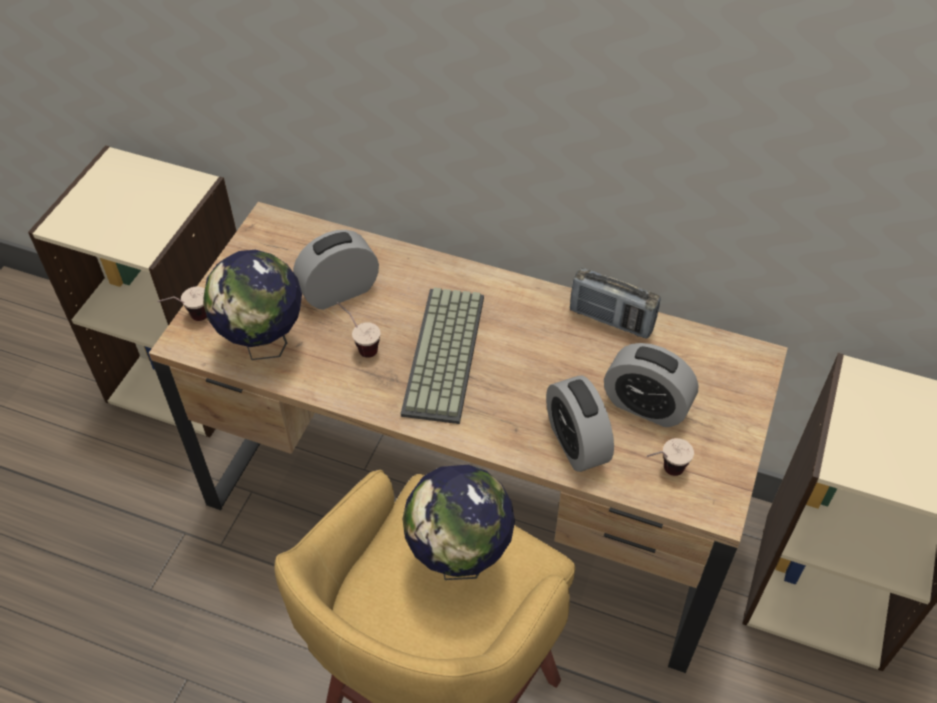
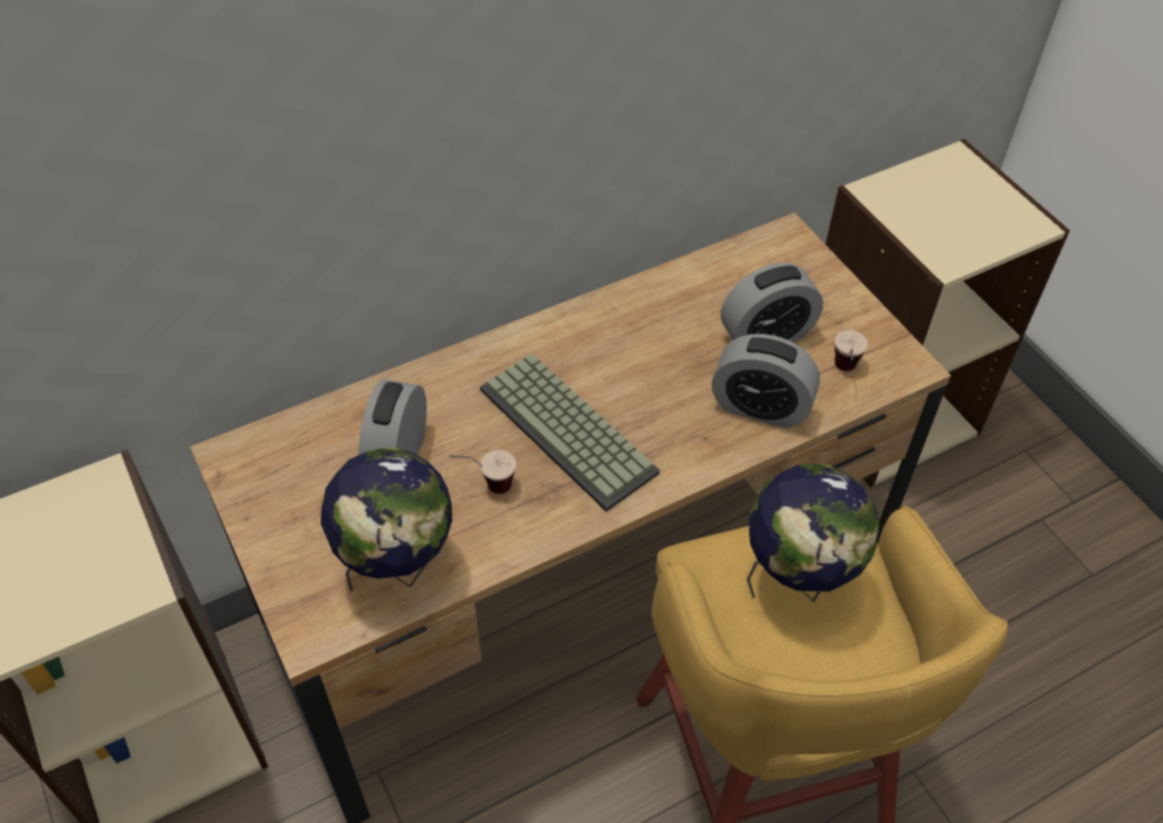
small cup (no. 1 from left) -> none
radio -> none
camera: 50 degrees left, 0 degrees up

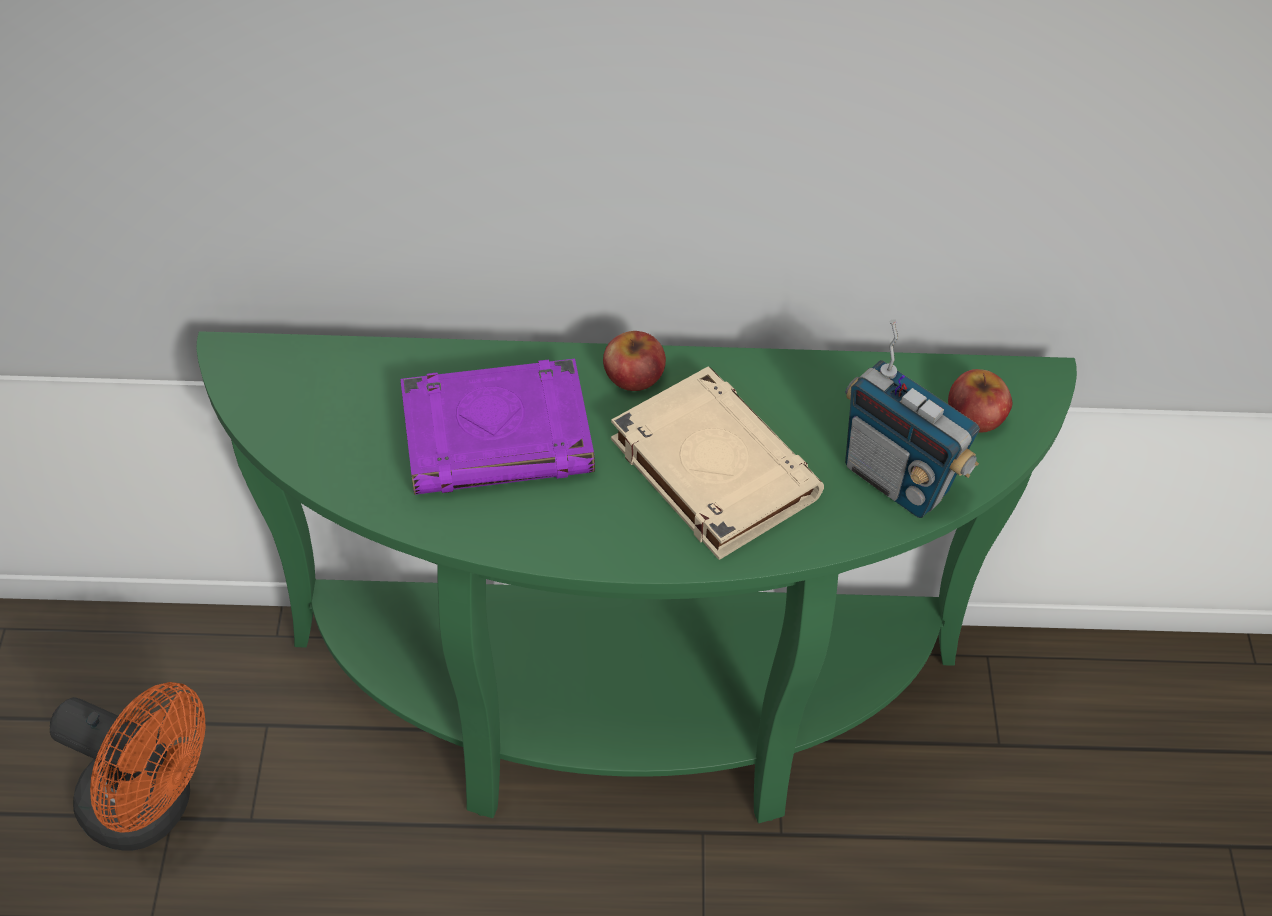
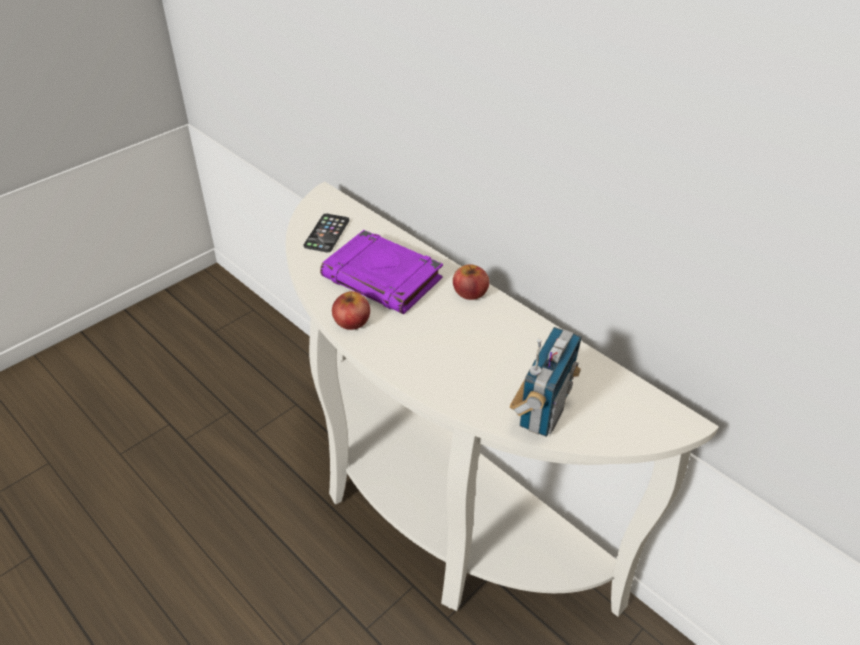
cooling fan (orange) -> none
narrow table (green-coloured) -> narrow table (whitish)
book (beige-coloured) -> none
radio, 150 degrees counterclockwise
whole apple (no. 2 from left in the first image) -> whole apple (no. 1 from left), relocated
none -> telephone
camera: 45 degrees right, 10 degrees down

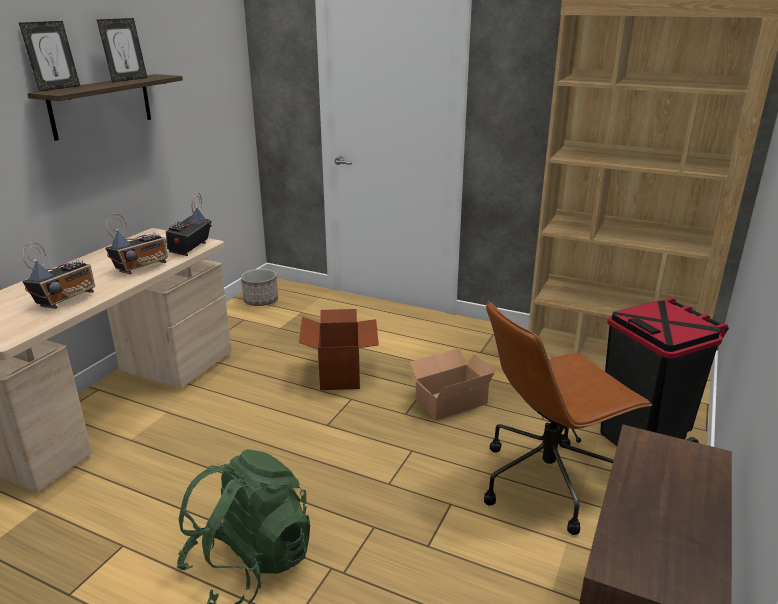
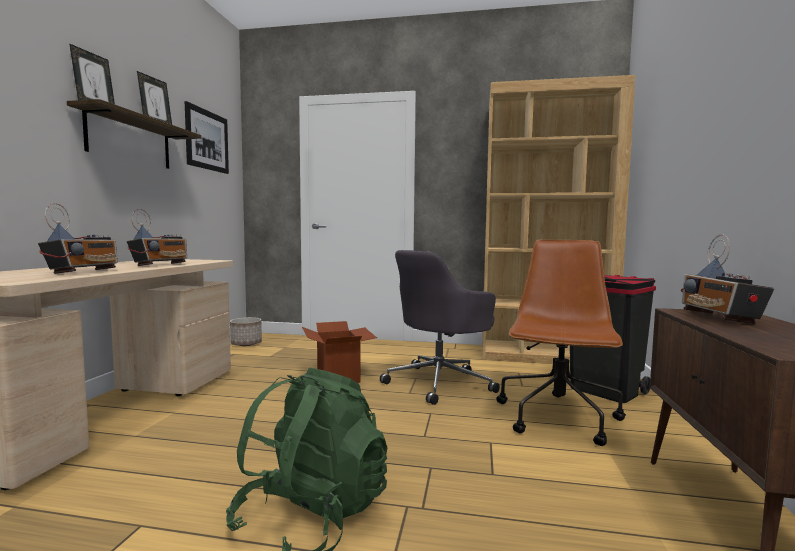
radio (no. 3 from left), relocated
carton (no. 2 from left) -> computer chair (grey)
computer chair (brown), 150 degrees clockwise
none -> wall art
camera: 15 degrees left, 20 degrees down

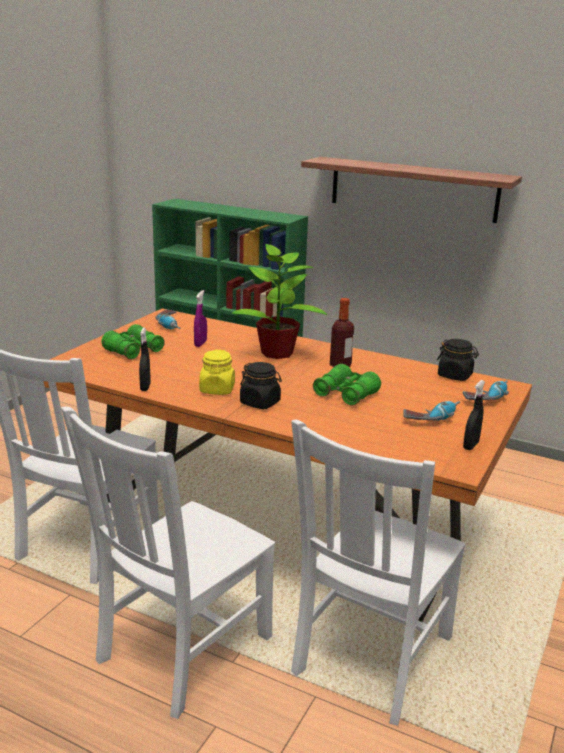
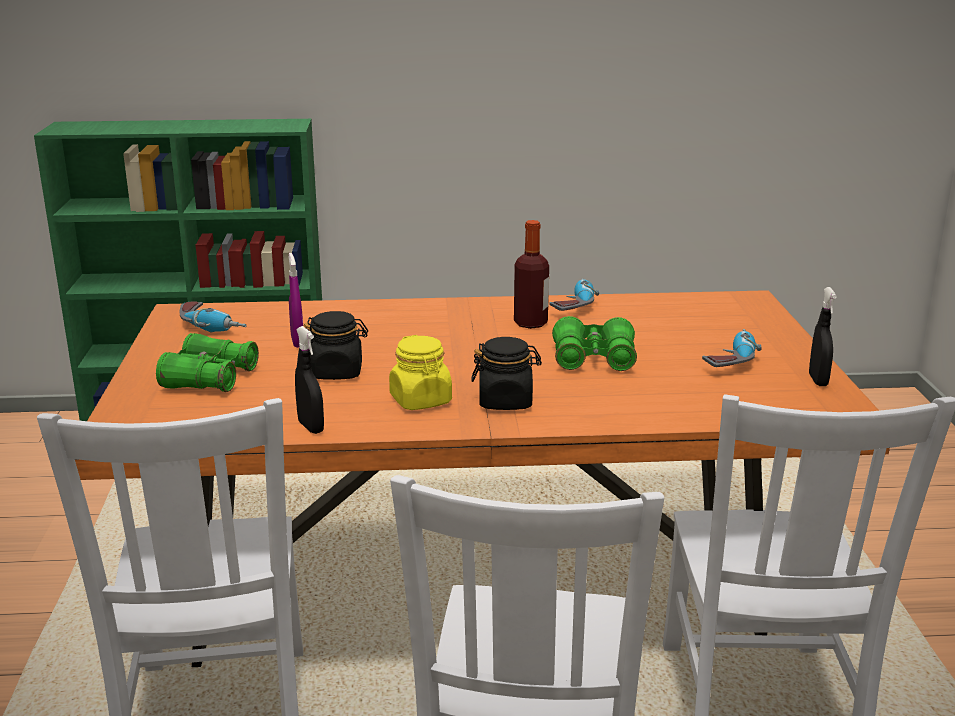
plant in a pot -> none
bracket shelf -> none
jar (black-coloured) (no. 2 from left in the first image) -> jar (black-coloured) (no. 1 from left), relocated
power drill (no. 3 from left in the first image) -> power drill (no. 2 from left), relocated
camera: 30 degrees left, 0 degrees up

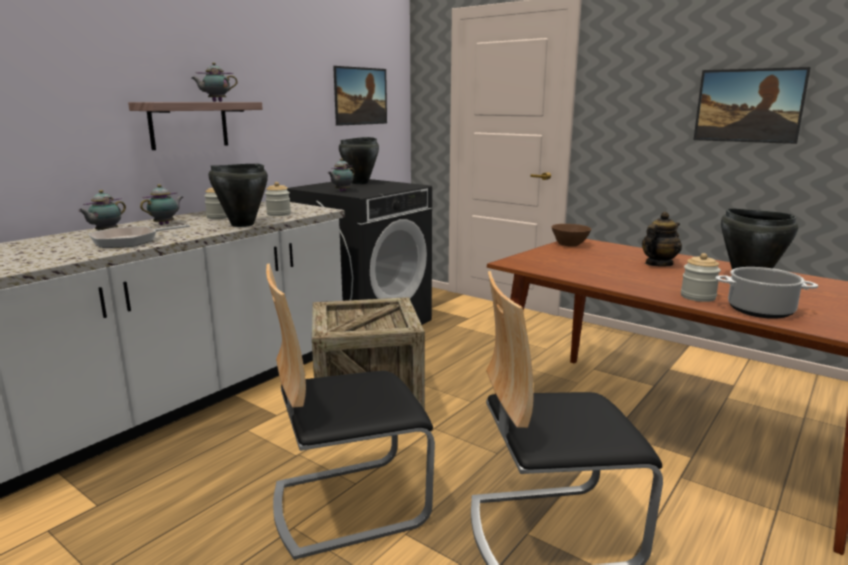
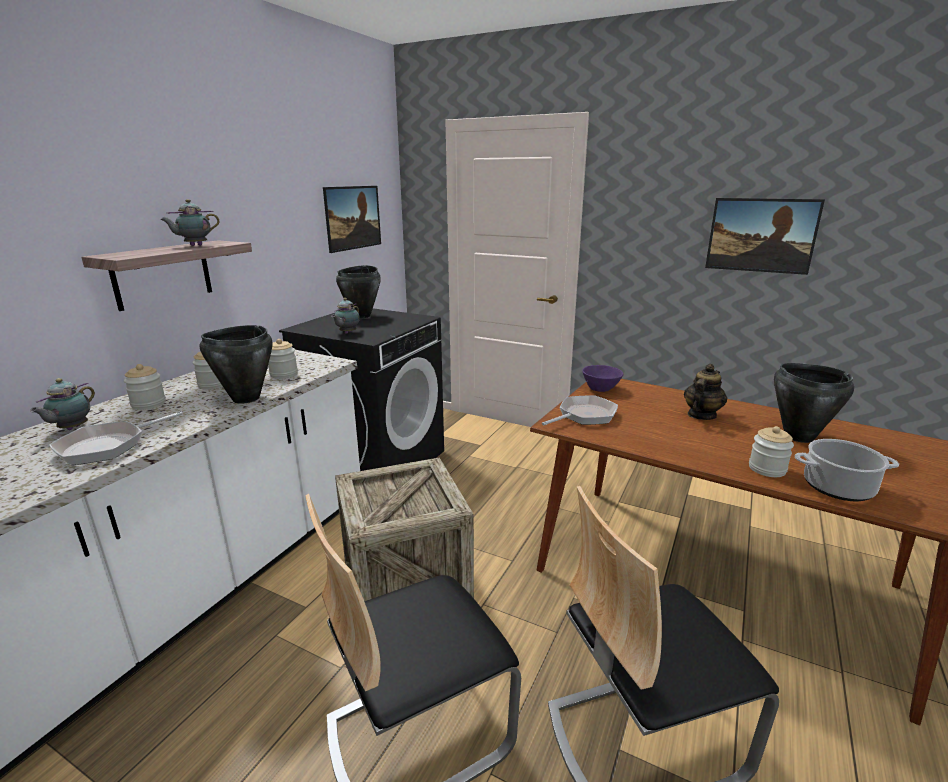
pot for tea (no. 2 from left) -> jar (no. 1 from left)
deep dish (brown) -> deep dish (purple-coloured)
none -> frying pan (no. 2 from left)
camera: 10 degrees left, 5 degrees up

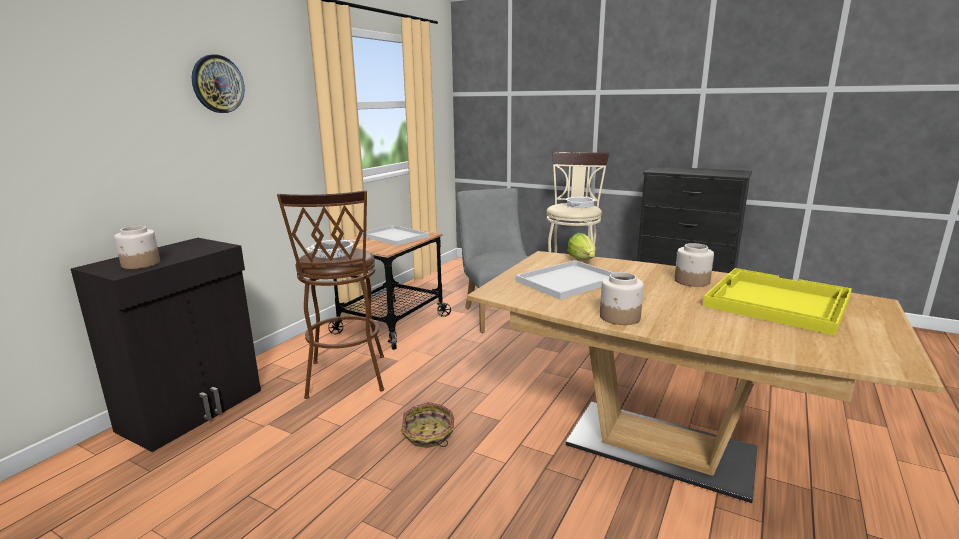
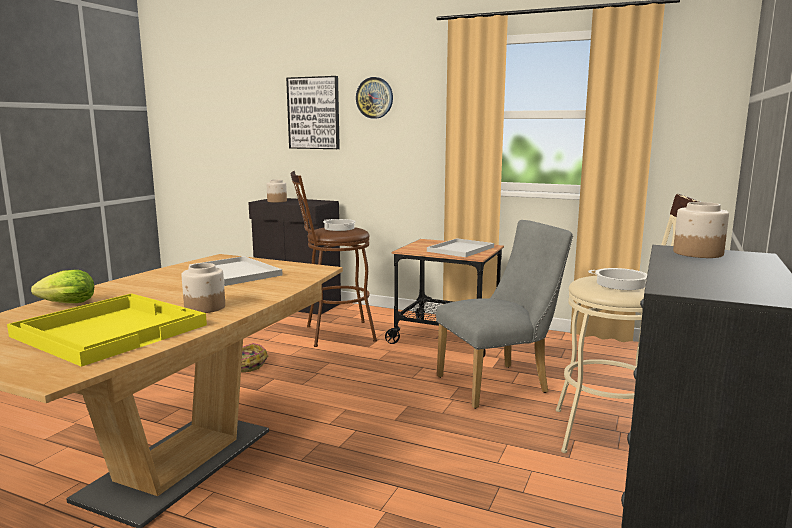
lettuce head, relocated
jar (no. 2 from left in the first image) -> jar (no. 3 from left), relocated
none -> wall art
camera: 85 degrees right, 5 degrees down

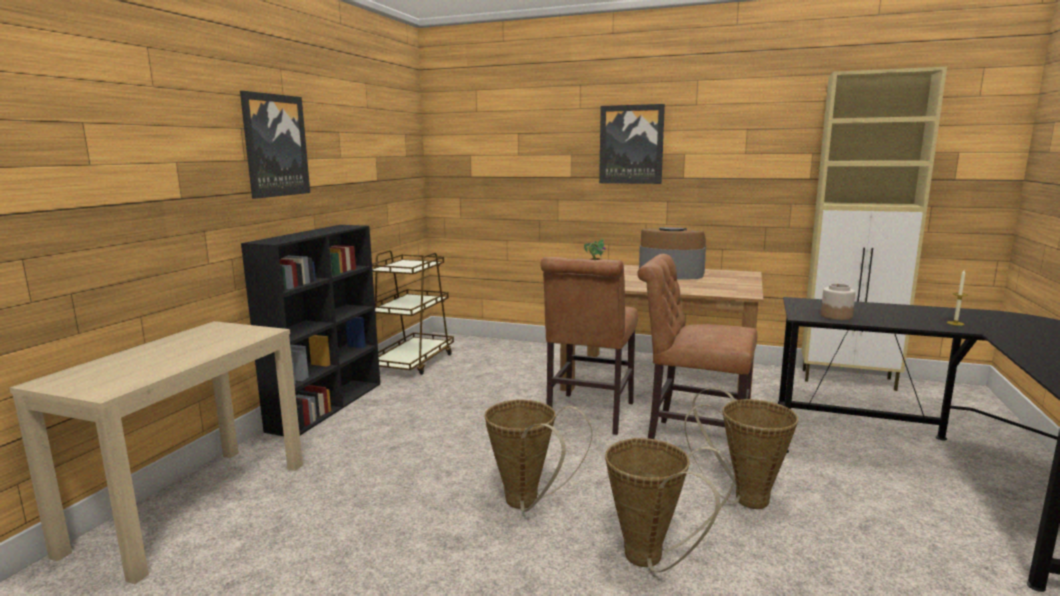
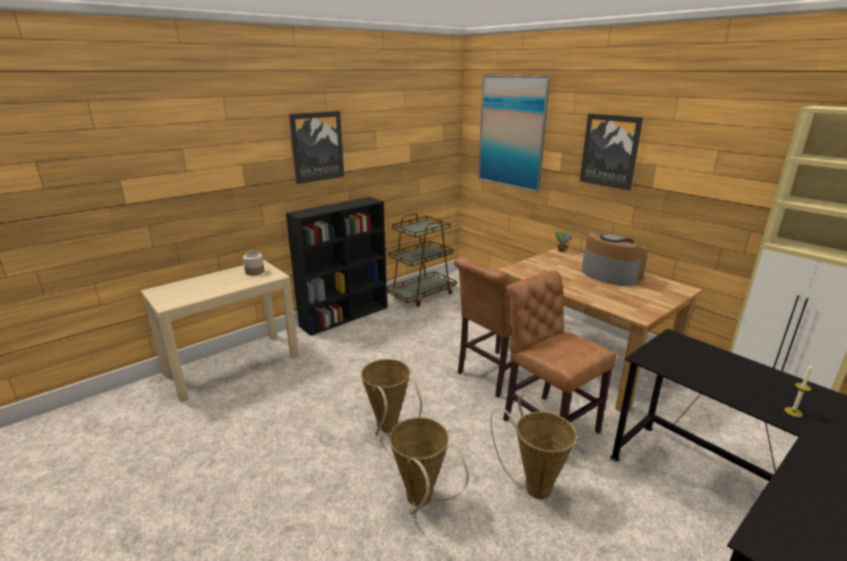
jar, relocated
none -> wall art (no. 2 from left)
camera: 30 degrees right, 10 degrees up

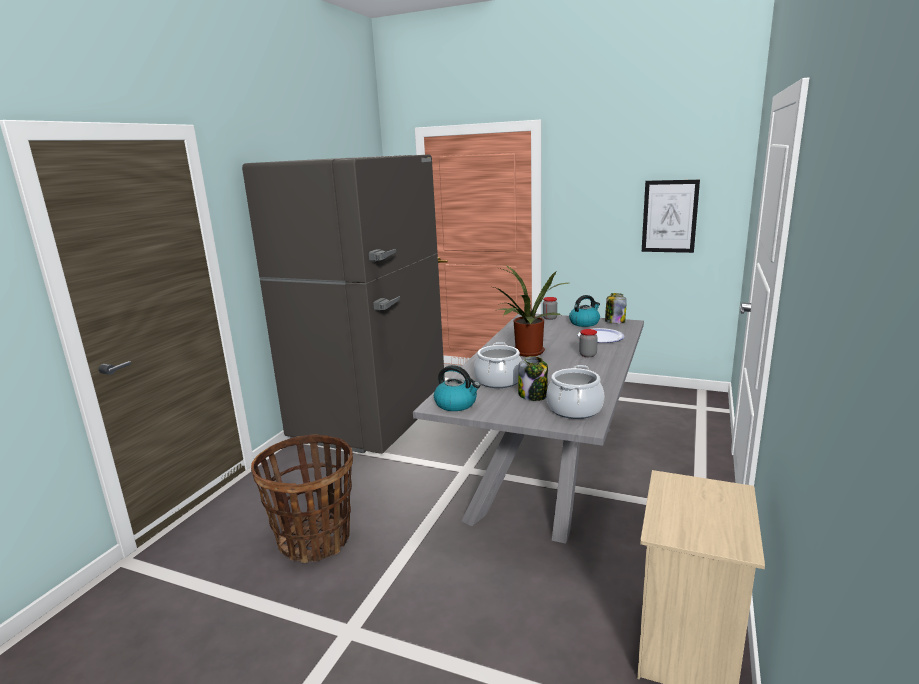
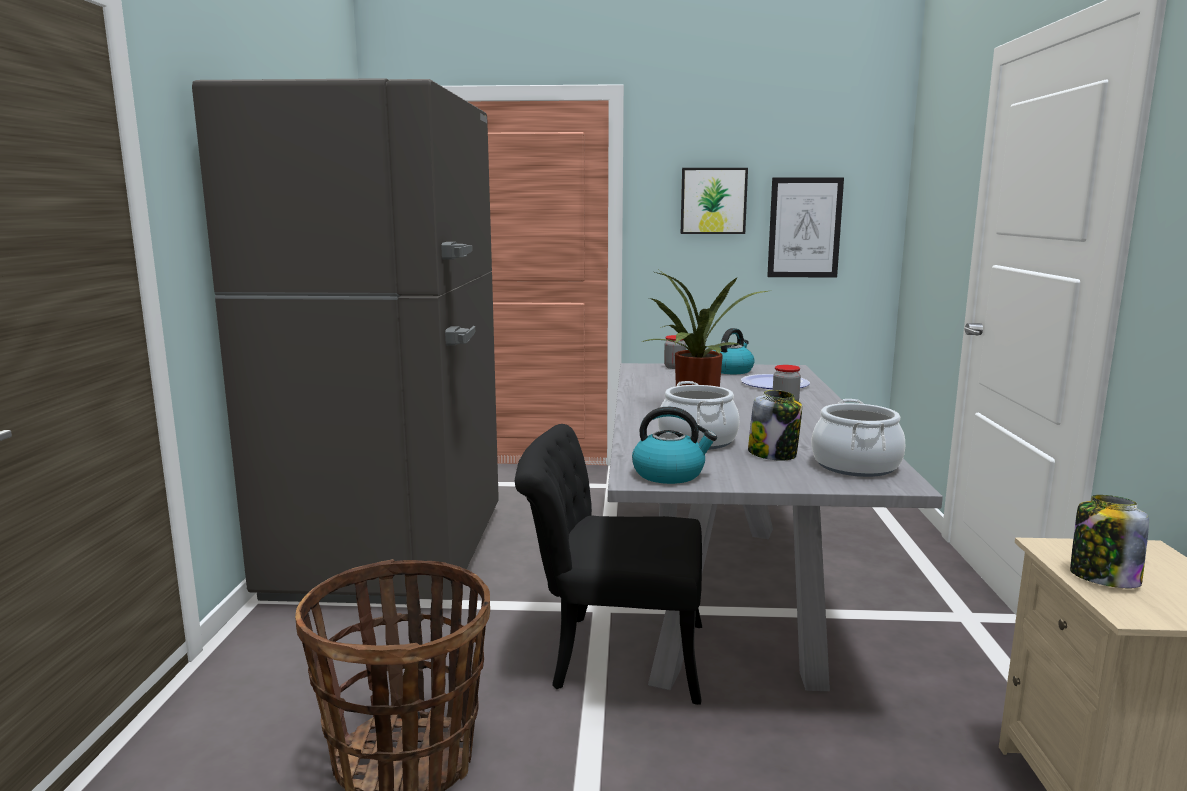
jar (no. 4 from left), relocated
none -> plain chair (black-coloured)
none -> wall art (no. 1 from left)
camera: 20 degrees left, 5 degrees down

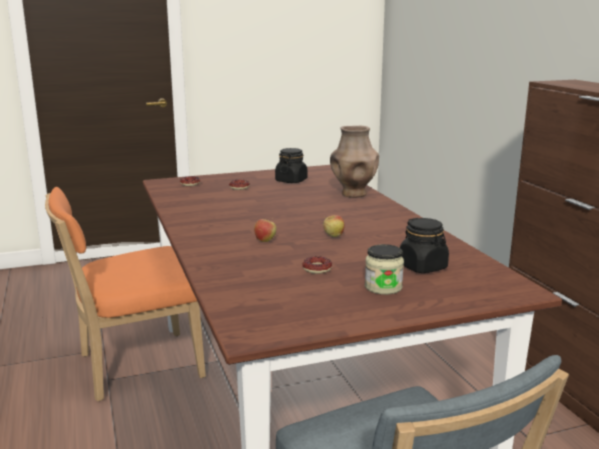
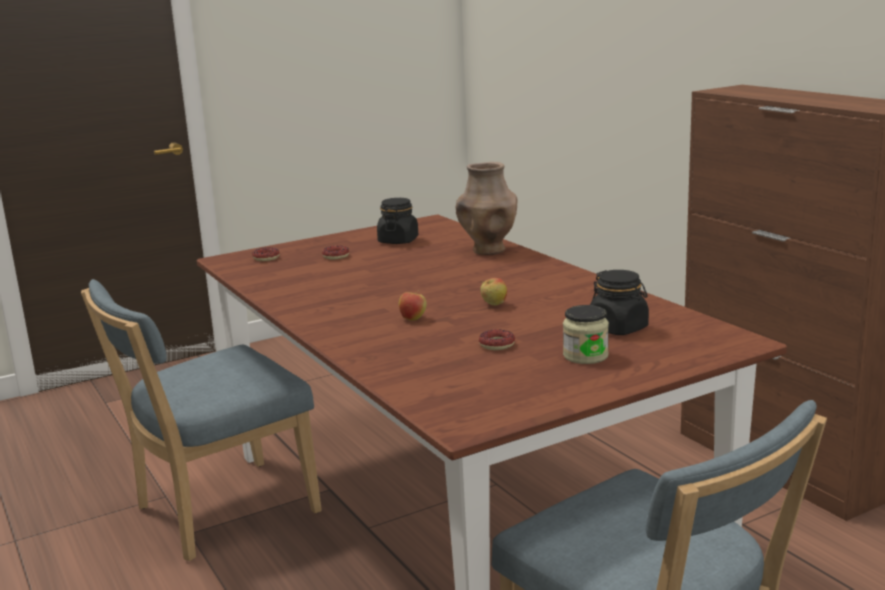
plain chair (orange) -> plain chair (blue) (no. 1 from left)
camera: 10 degrees left, 0 degrees up

